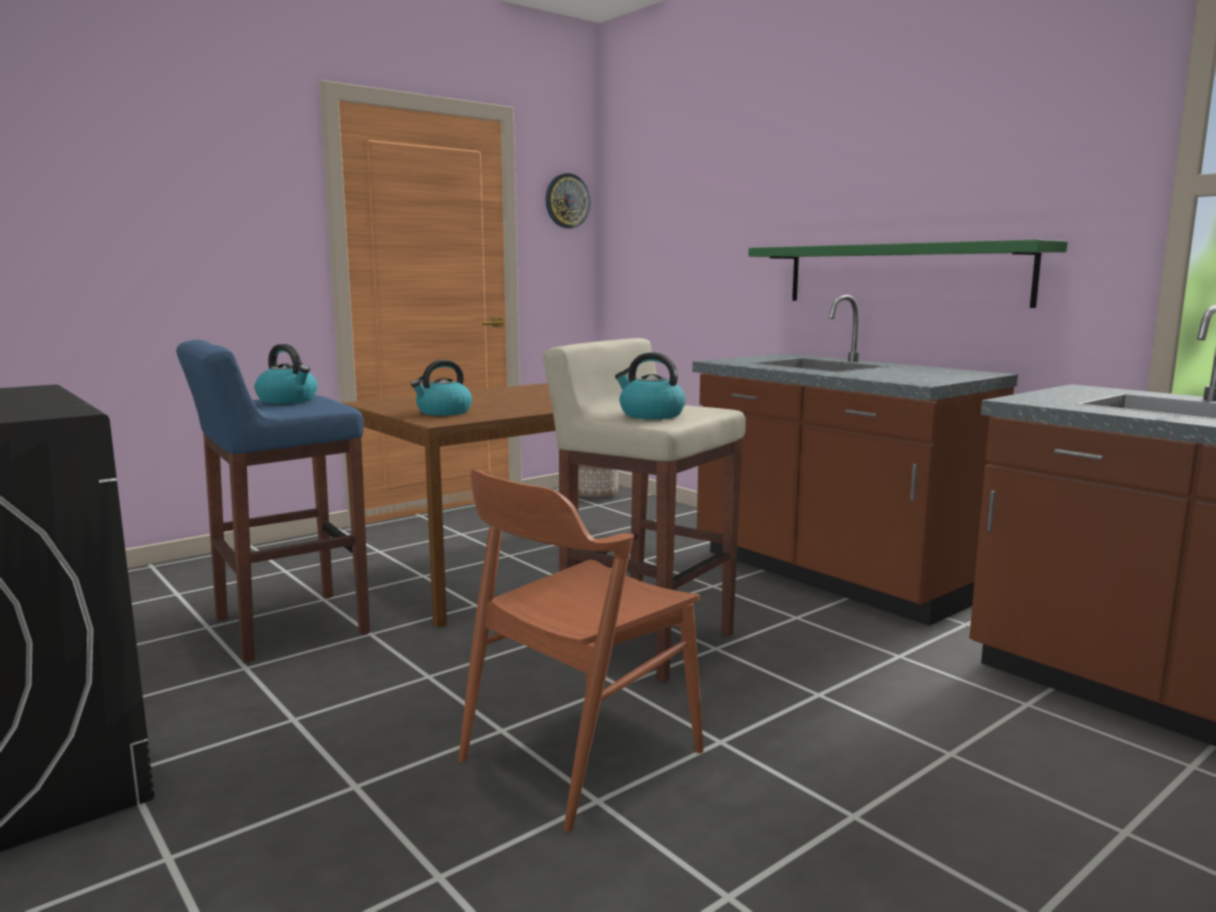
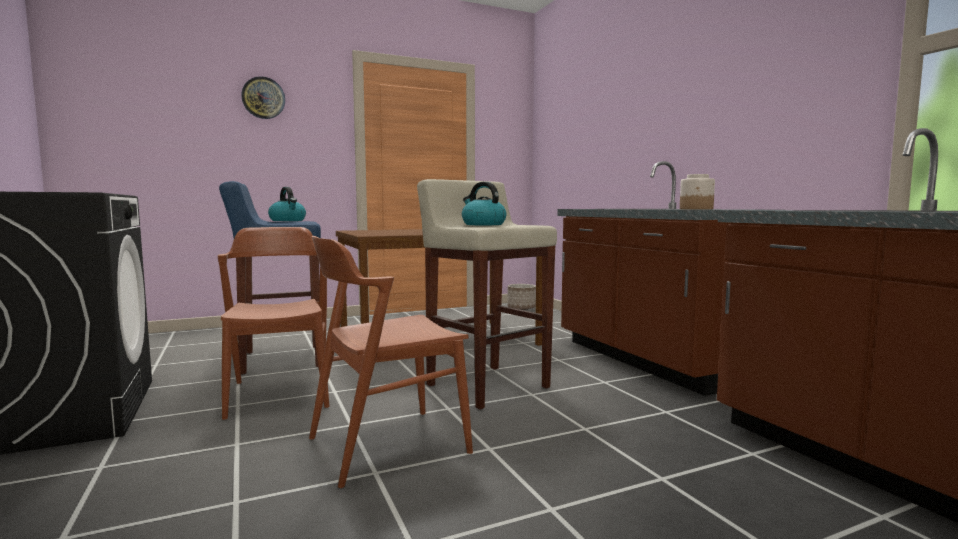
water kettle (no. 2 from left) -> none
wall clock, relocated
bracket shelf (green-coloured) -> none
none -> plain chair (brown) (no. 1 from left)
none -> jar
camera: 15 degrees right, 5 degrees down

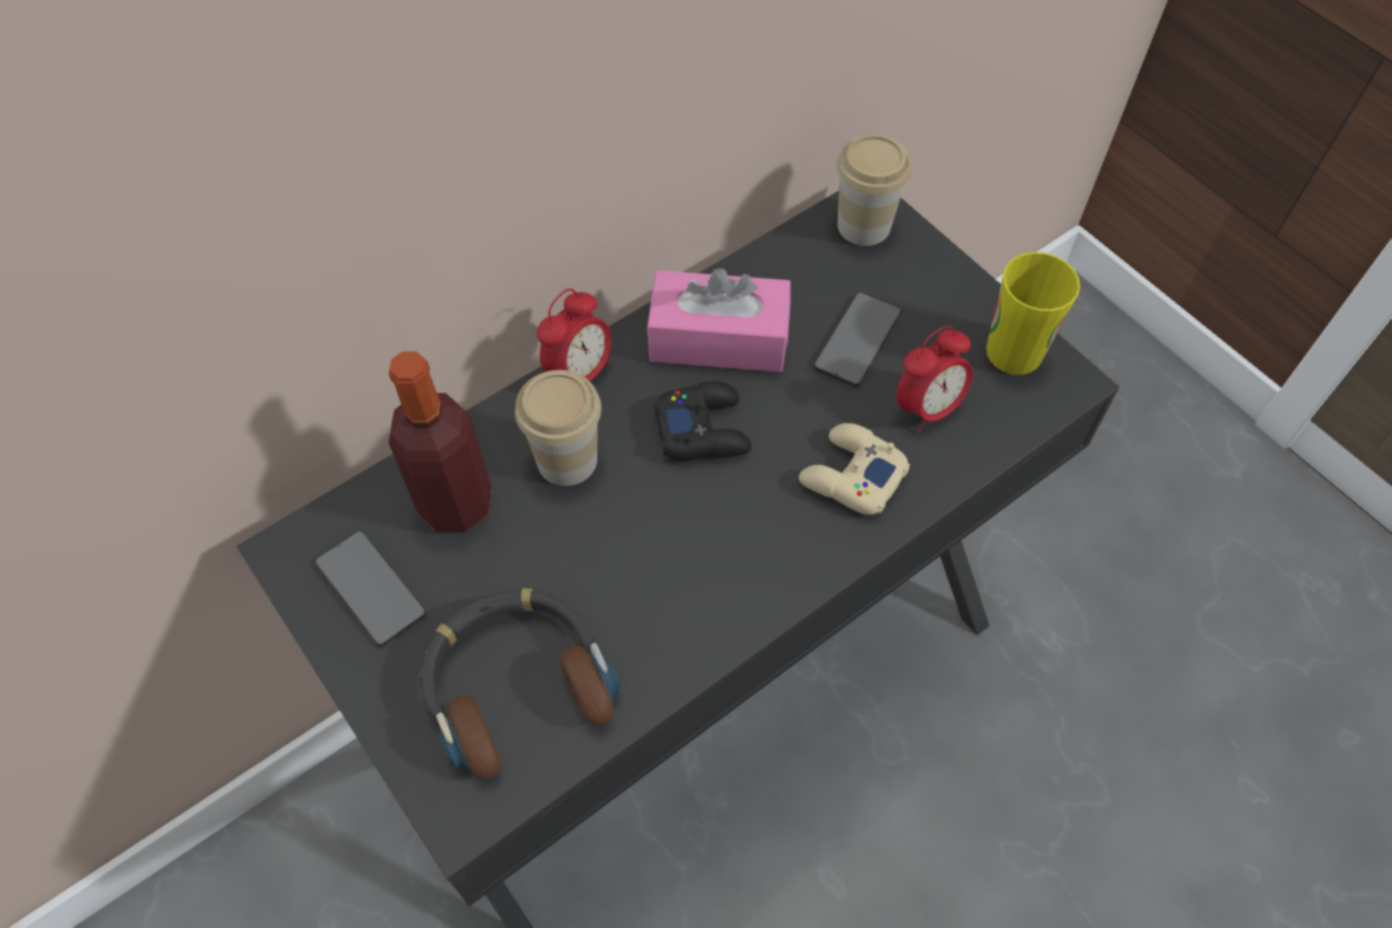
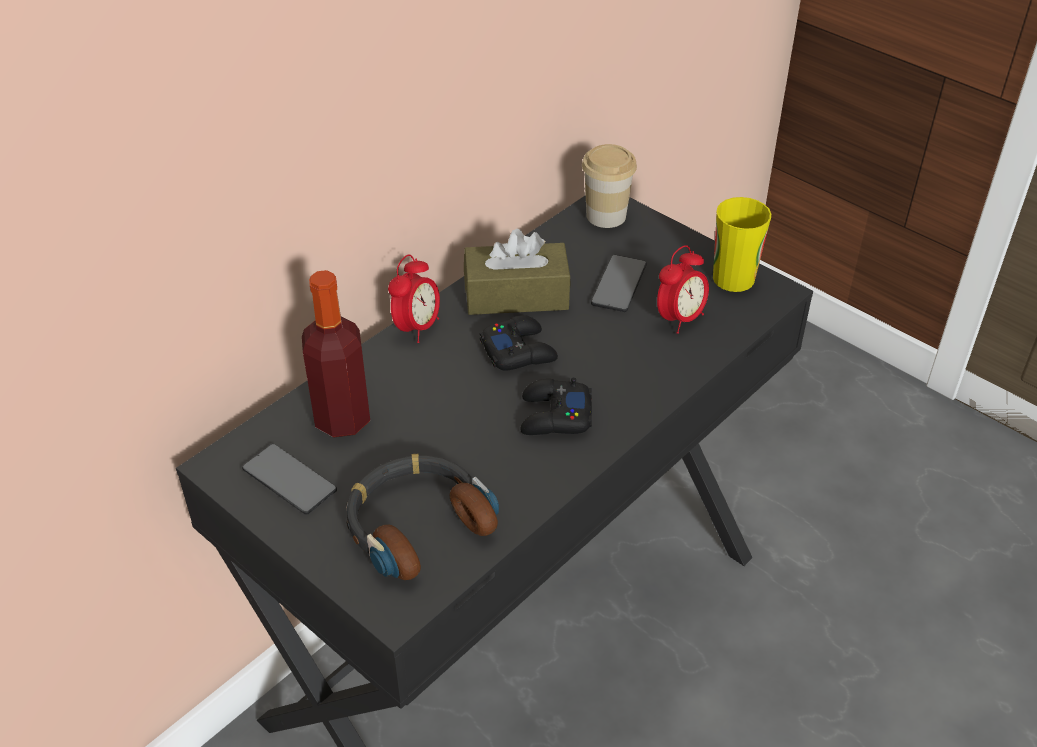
small cup (no. 1 from left) -> none
tissue holder (pink-coloured) -> tissue holder (brown)
joypad (beige-coloured) -> none
none -> joypad (black-coloured) (no. 2 from left)
camera: 10 degrees left, 15 degrees down

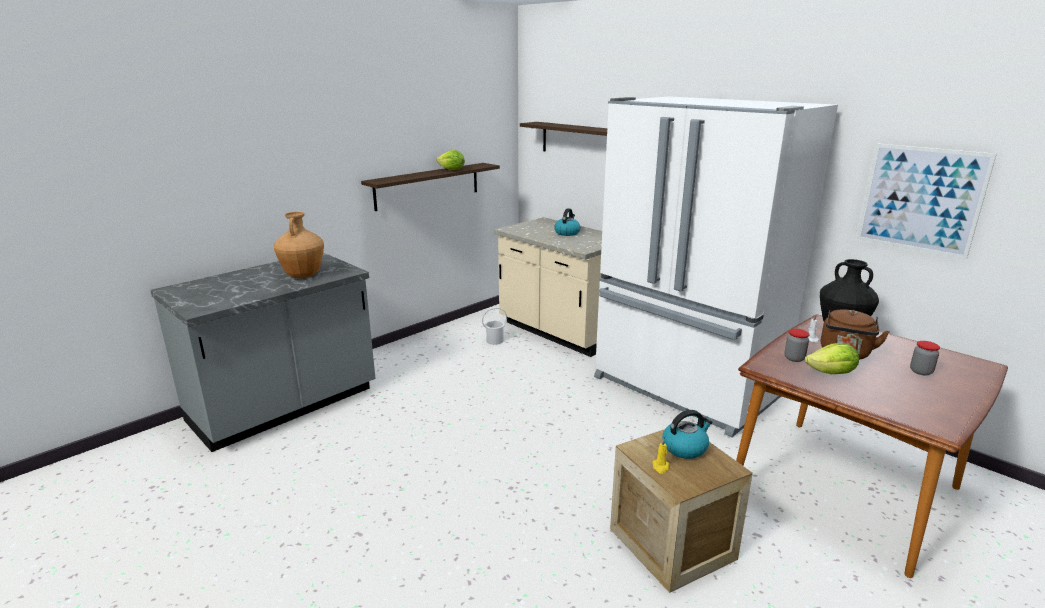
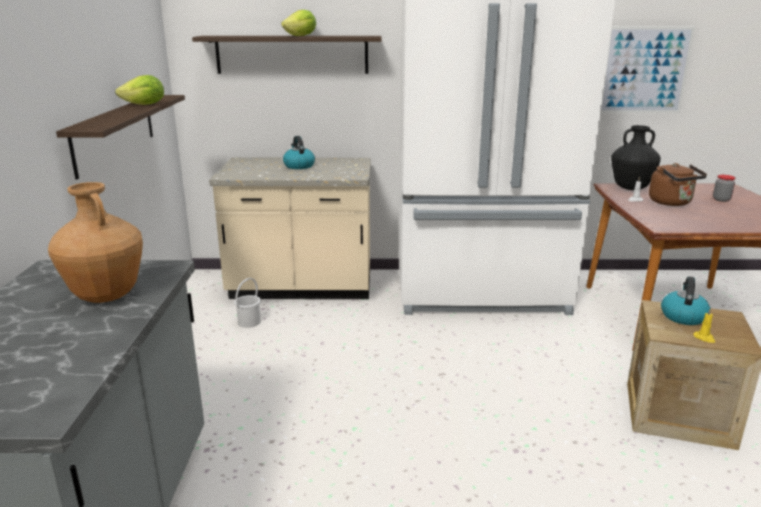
jar (no. 1 from left) -> none
lettuce head (no. 2 from left), relocated
camera: 45 degrees left, 0 degrees up

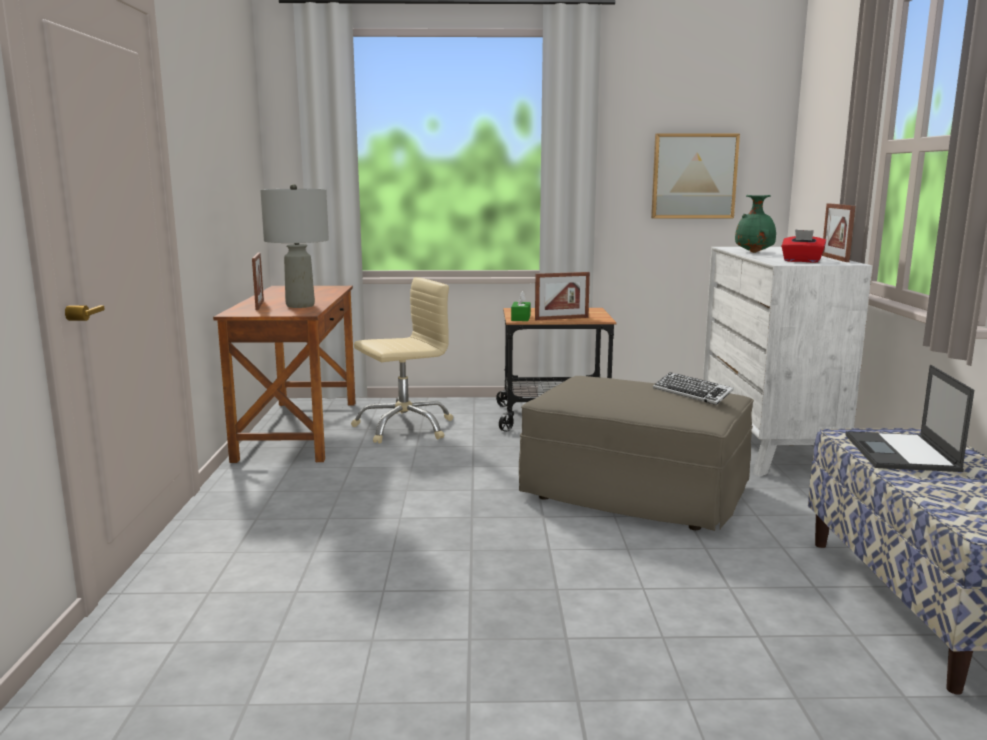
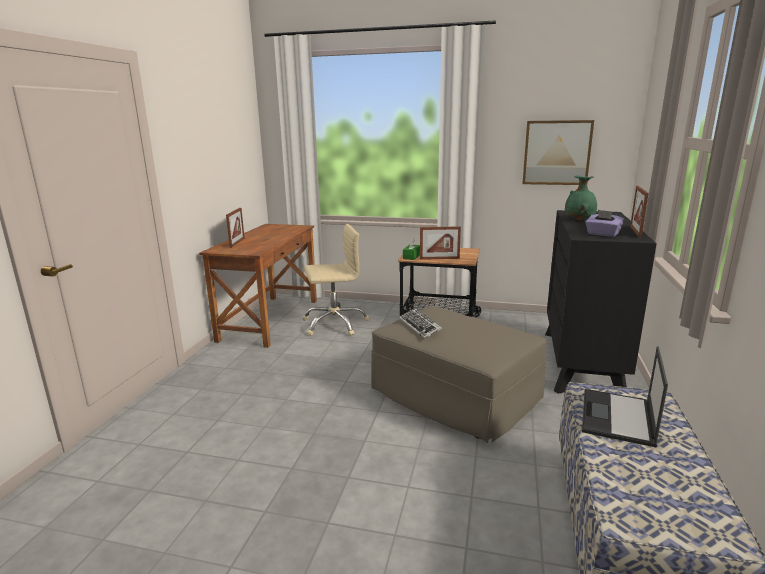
table lamp (grey) -> none
keyboard, relocated
drawer chest (whitish) -> drawer chest (black-coloured)
tissue holder (reddish) -> tissue holder (purple-coloured)
camera: 15 degrees right, 5 degrees up

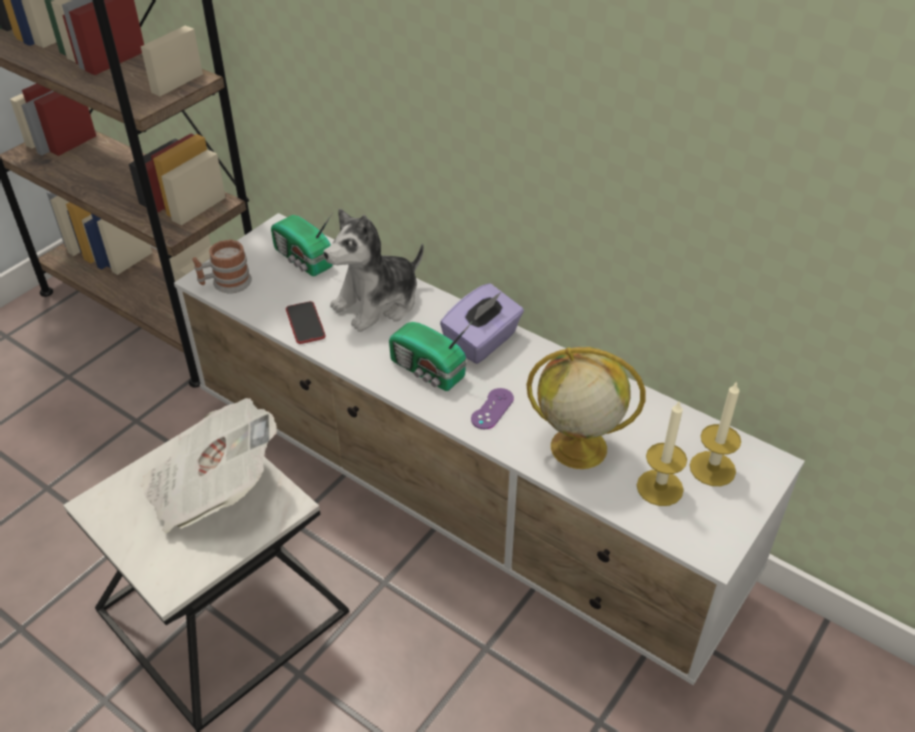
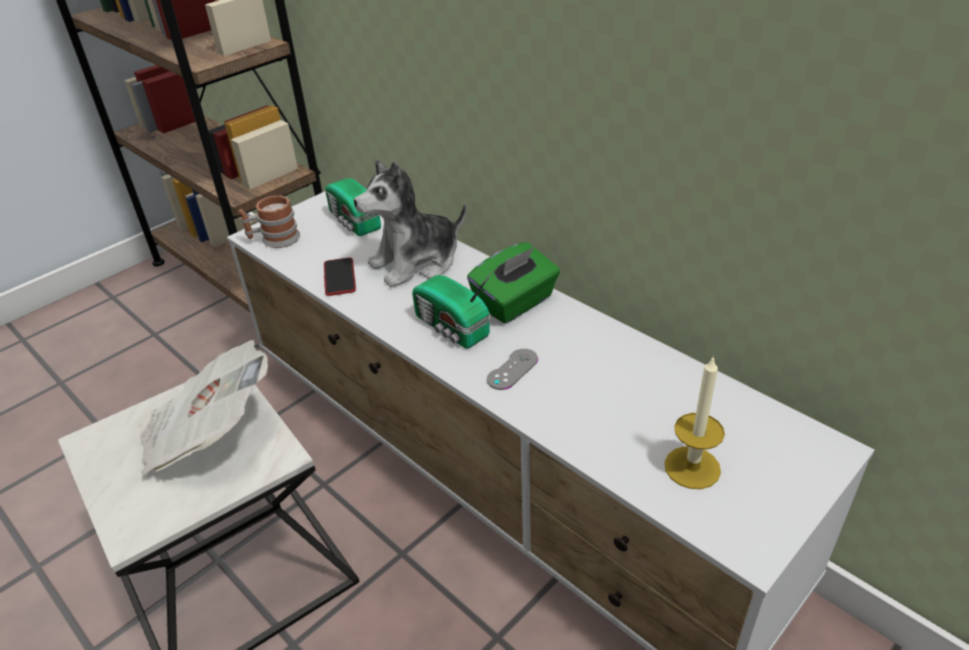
tissue holder (purple-coloured) -> tissue holder (green-coloured)
joypad (purple-coloured) -> joypad (grey)
globe -> none
wax candle (no. 2 from left) -> none
camera: 10 degrees right, 5 degrees down

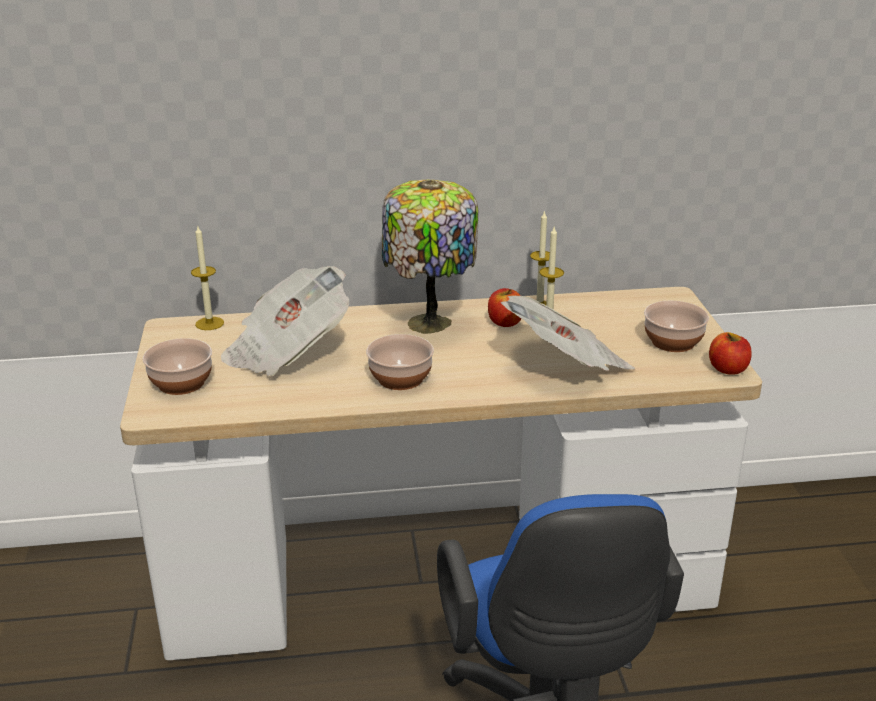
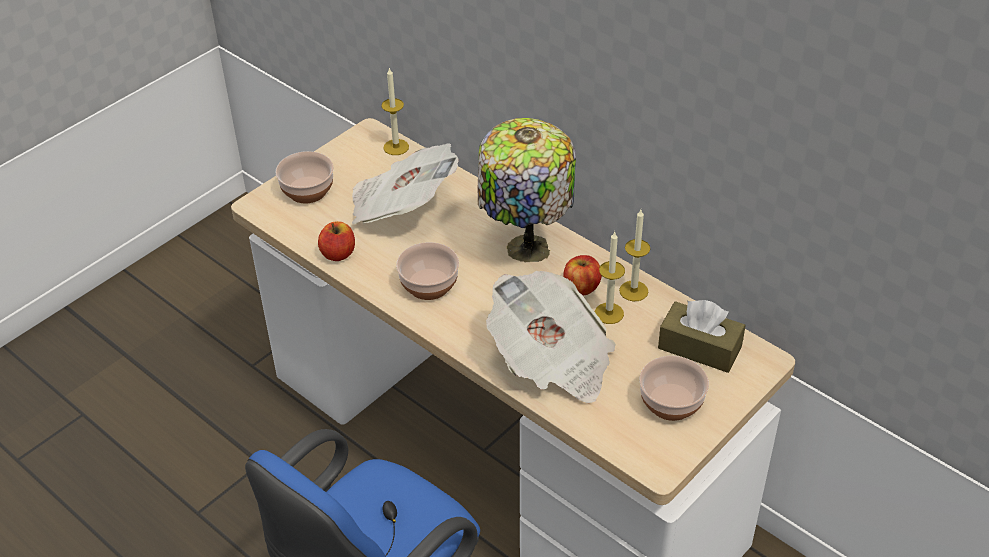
whole apple (no. 2 from left in the first image) -> whole apple (no. 1 from left), relocated
none -> tissue holder (brown)
camera: 50 degrees right, 15 degrees up

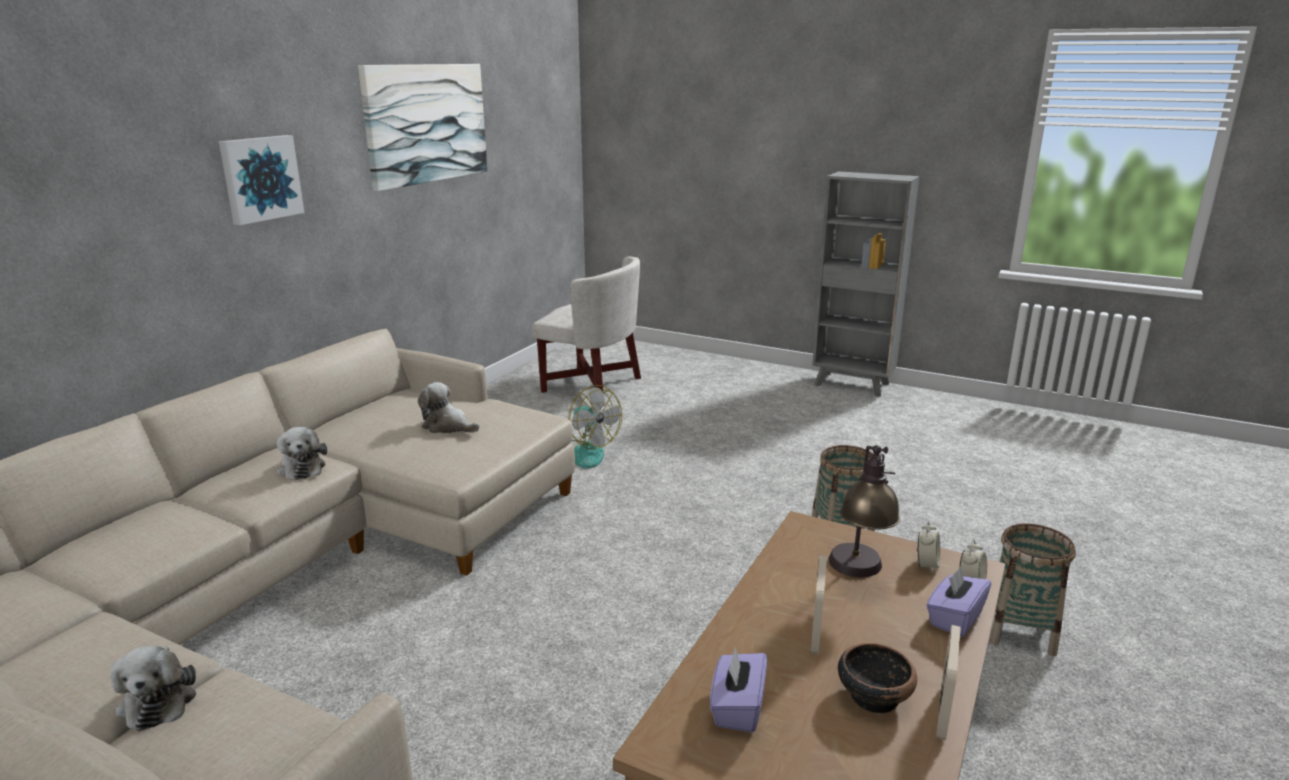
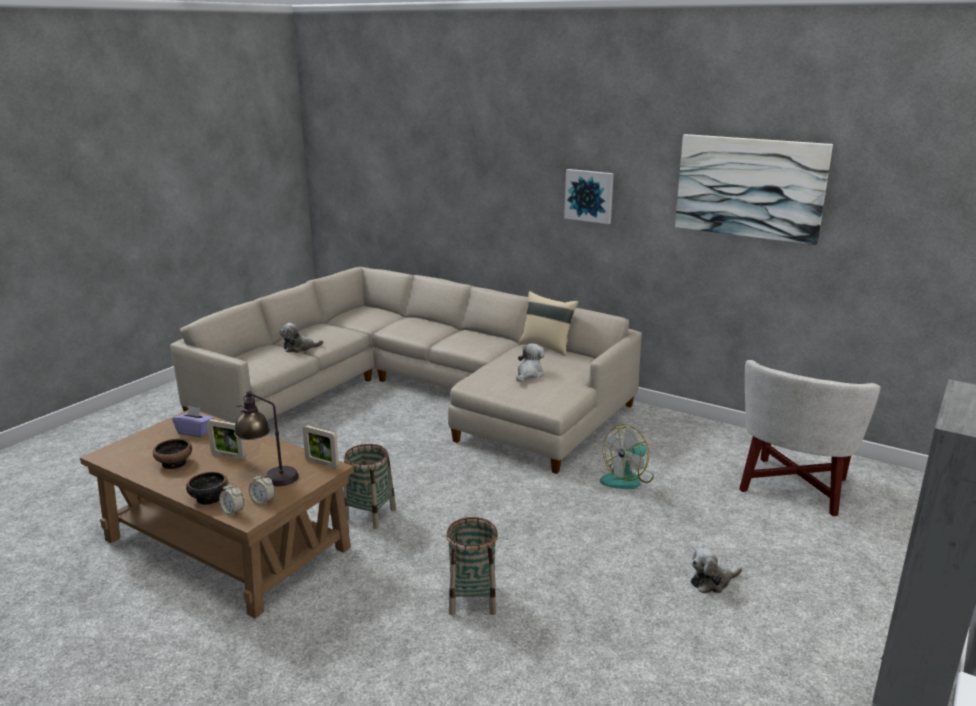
soft toy (no. 2 from left in the first image) -> soft toy (no. 3 from left), relocated
tissue holder (purple-coloured) (no. 2 from left) -> deep dish (no. 2 from left)
photo frame (no. 2 from left), relocated
basket (no. 2 from left in the first image) -> basket (no. 1 from left), relocated
none -> pillow (beige-coloured)
camera: 95 degrees right, 0 degrees up

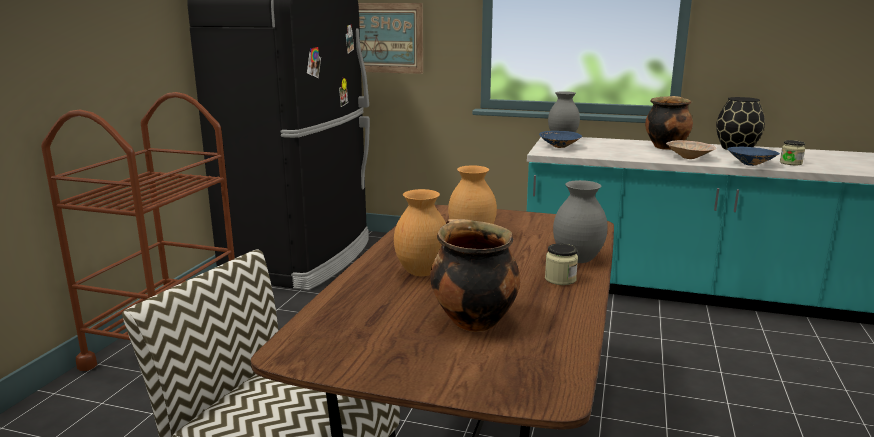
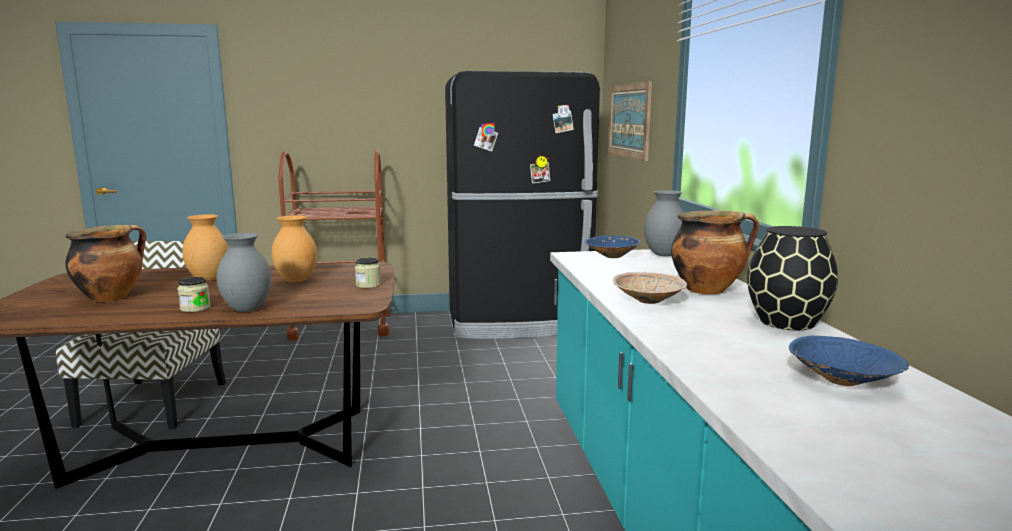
deep dish (blue) (no. 2 from left), relocated
jar (no. 2 from left), relocated
camera: 65 degrees right, 5 degrees down

